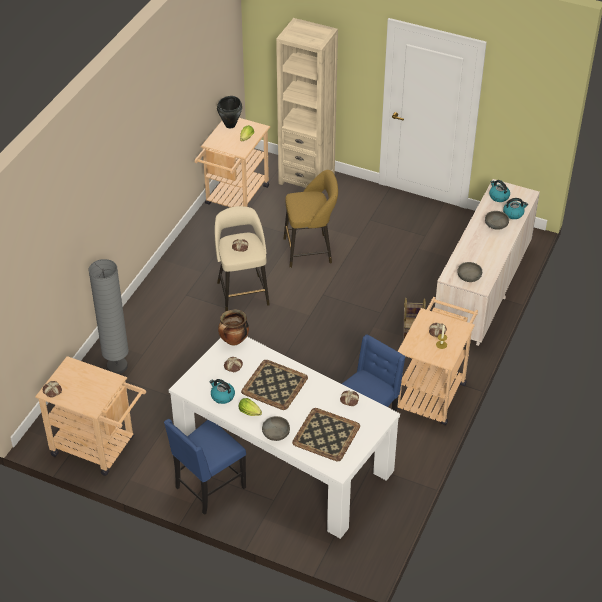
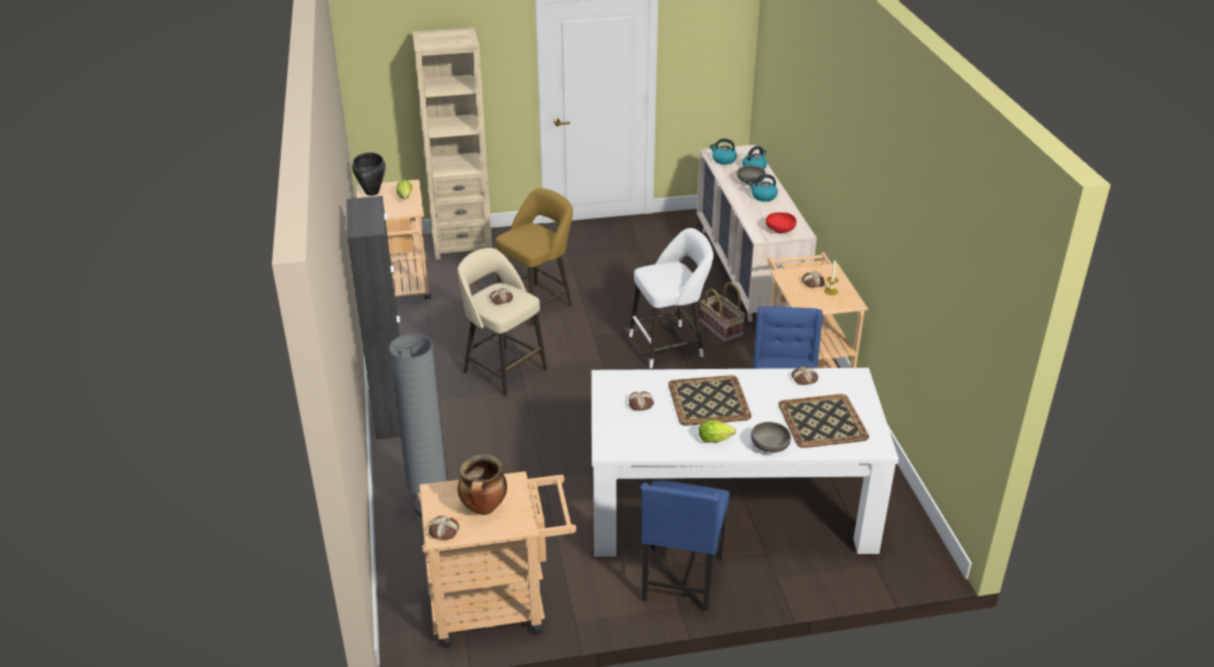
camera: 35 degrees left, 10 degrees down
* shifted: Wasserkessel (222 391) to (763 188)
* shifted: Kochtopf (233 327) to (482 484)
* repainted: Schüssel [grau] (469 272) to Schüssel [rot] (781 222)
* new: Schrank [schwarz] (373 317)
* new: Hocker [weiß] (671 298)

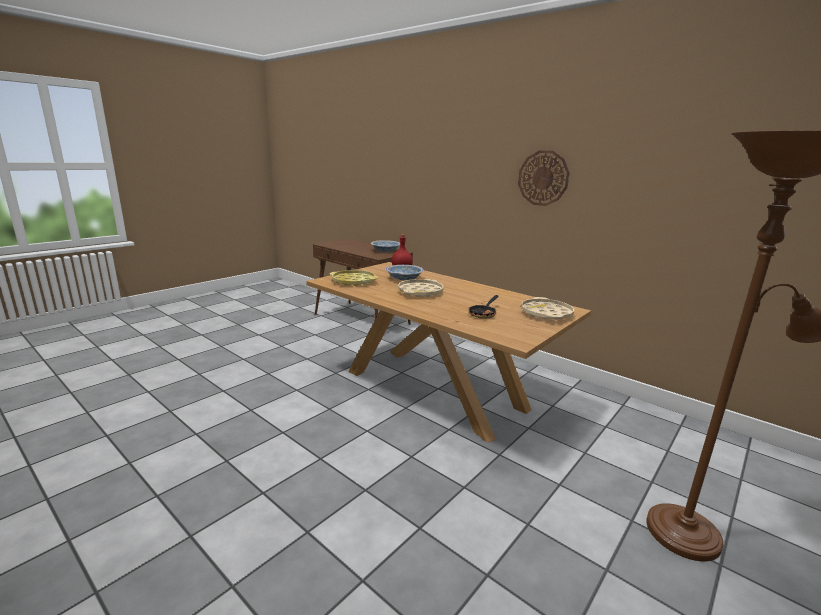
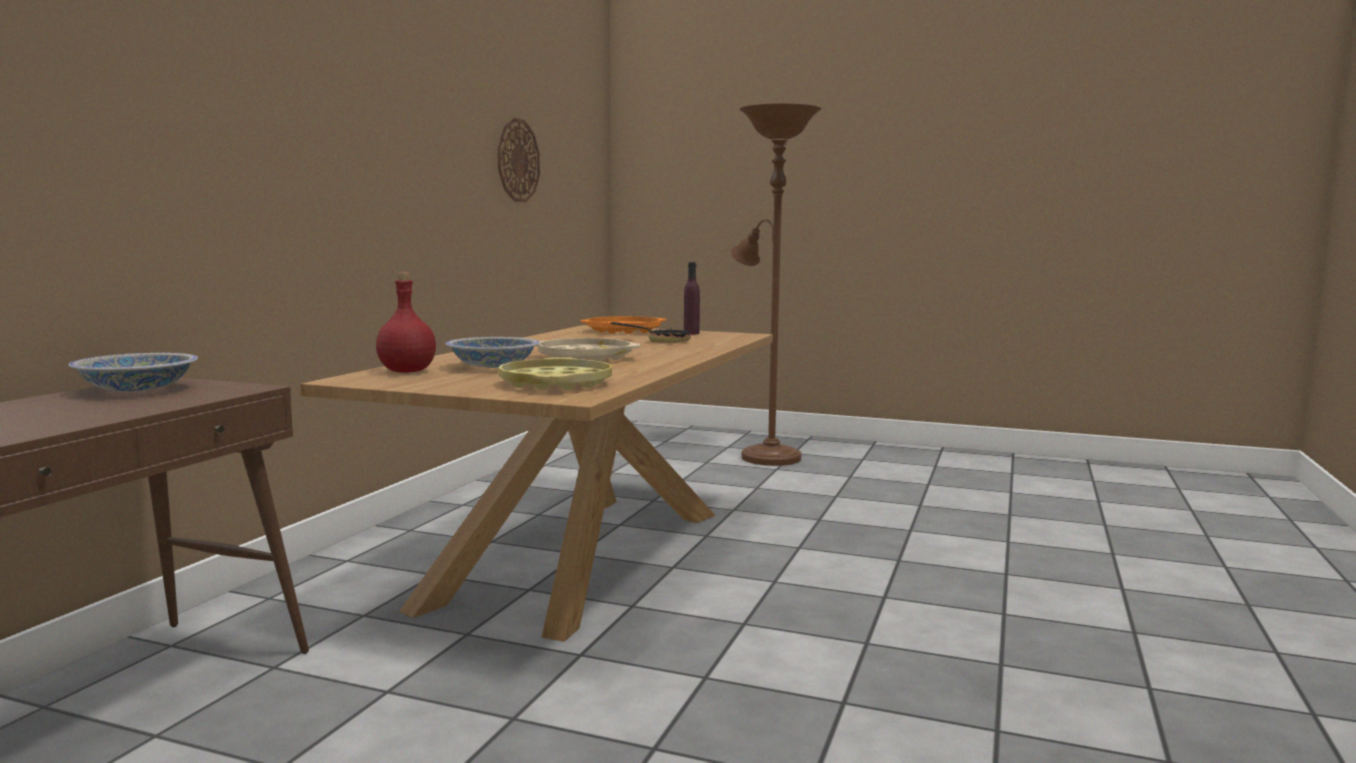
camera: 110 degrees left, 10 degrees down
* shifted: Wanduhr (544 178) to (519 160)
* repainted: Tablett [beige] (547 308) to Tablett [orange] (623 325)
* new: Flasche [lila] (692 298)

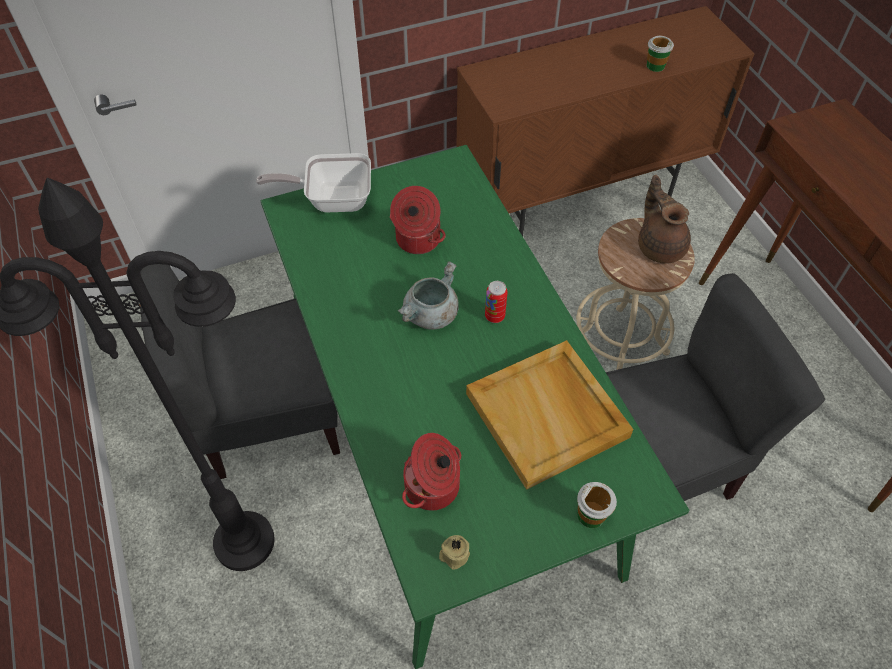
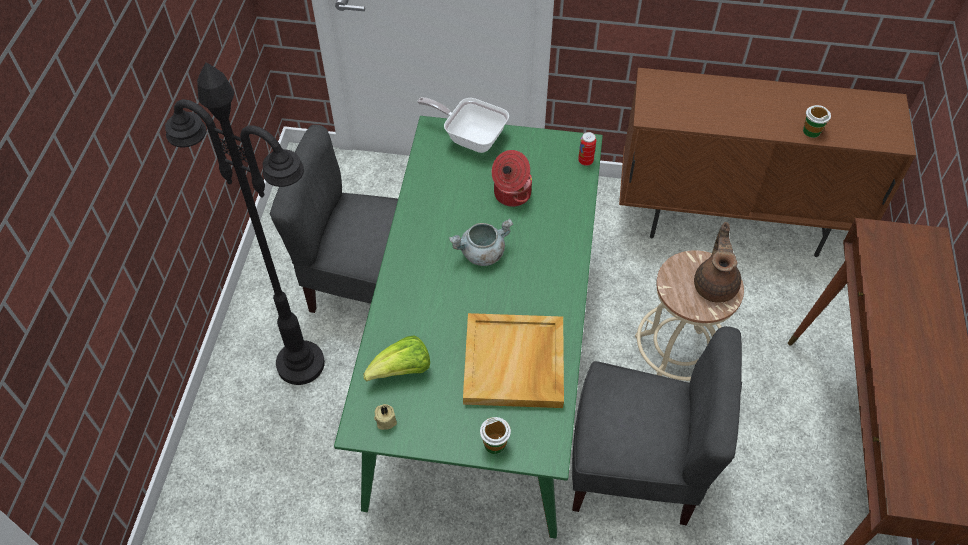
camera: 30 degrees right, 0 degrees up
* swapped: Kochtopf (431 472) to Salatkopf (396 358)
* shifted: Dose (496 302) to (587 149)

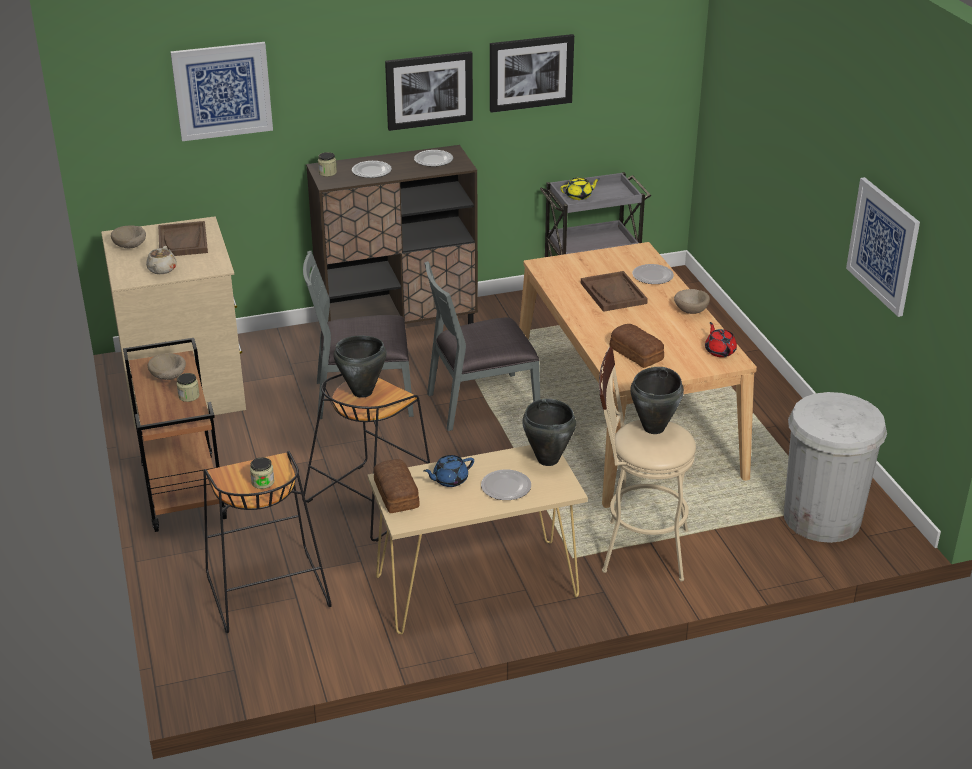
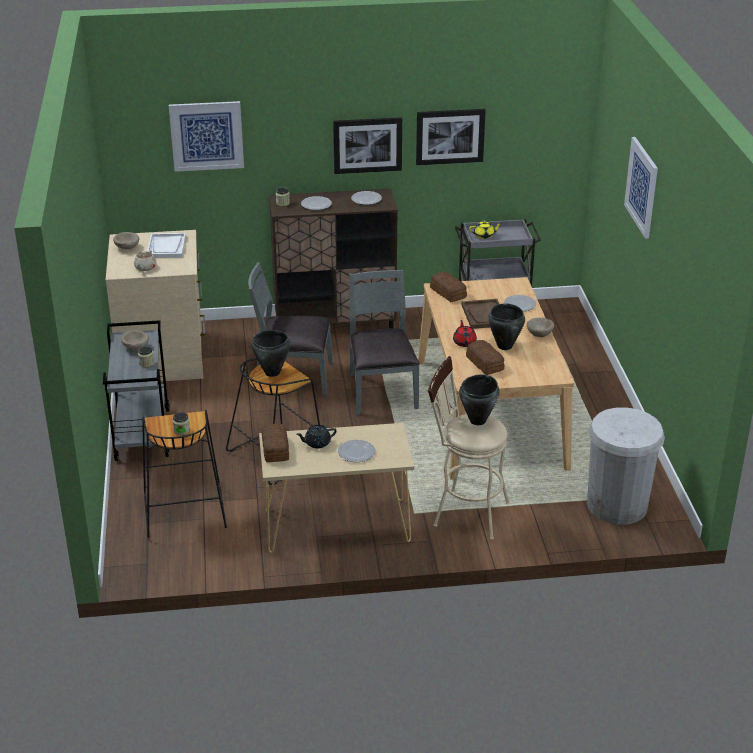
camera: 10 degrees right, 0 degrees up
* repainted: Rollwagen [braun] (175 435) to Rollwagen [grau] (136 390)
* repainted: Tablett [braun] (183 238) to Tablett [weiß] (166 245)
* repainted: Teekanne [blau] (448 471) to Teekanne [schwarz] (316 436)
* rotated: Stuhl [grau] (482 346) = (384 342) 90 degrees clockwise
* shifted: Kochtopf [schwarz] (549 432) to (506 326)
* shifted: Teekanne [rot] (721 339) to (465 333)
* shifted: Bild (883 247) to (641 188)
* new: Brot (448 287)

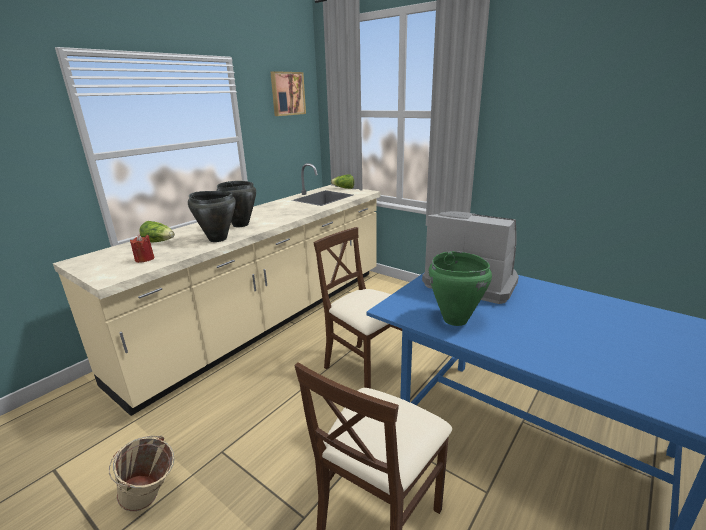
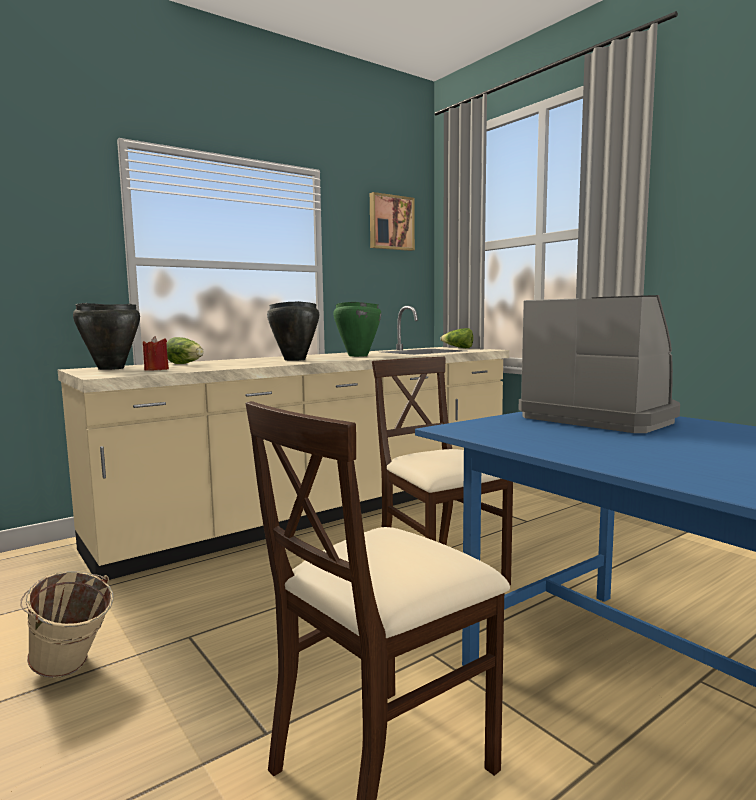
camera: 15 degrees right, 15 degrees down
* shifted: Kochtopf [schwarz] (212 216) to (106 336)
* shifted: Kochtopf [grün] (460 288) to (357 329)

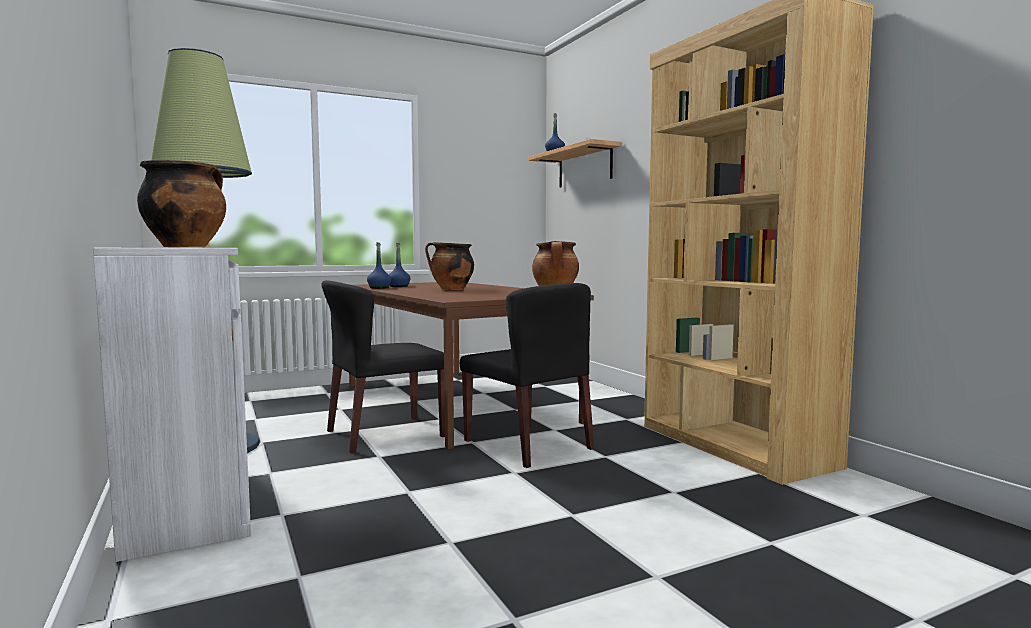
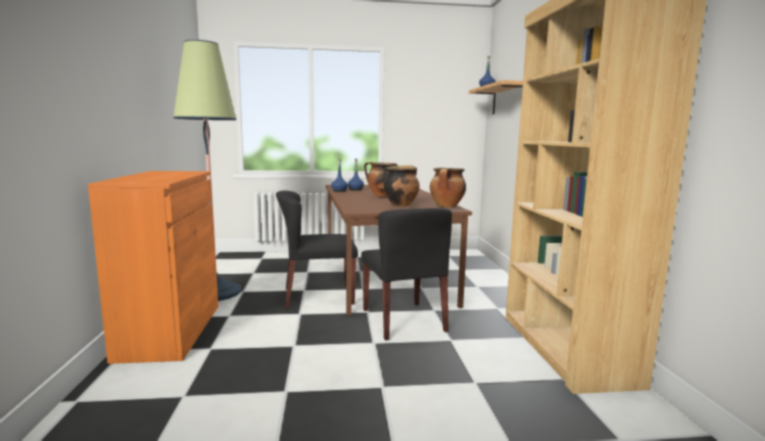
camera: 20 degrees right, 5 degrees up
* repainted: Schrank [weiß] (172 405) to Schrank [orange] (153 267)
* shifted: Kochtopf (181 203) to (401 186)

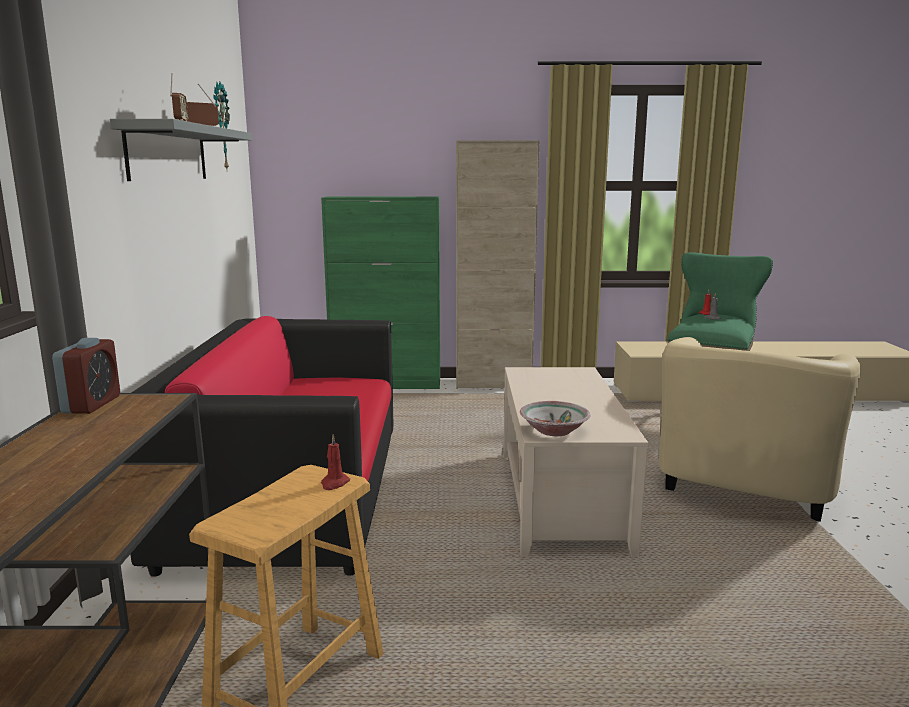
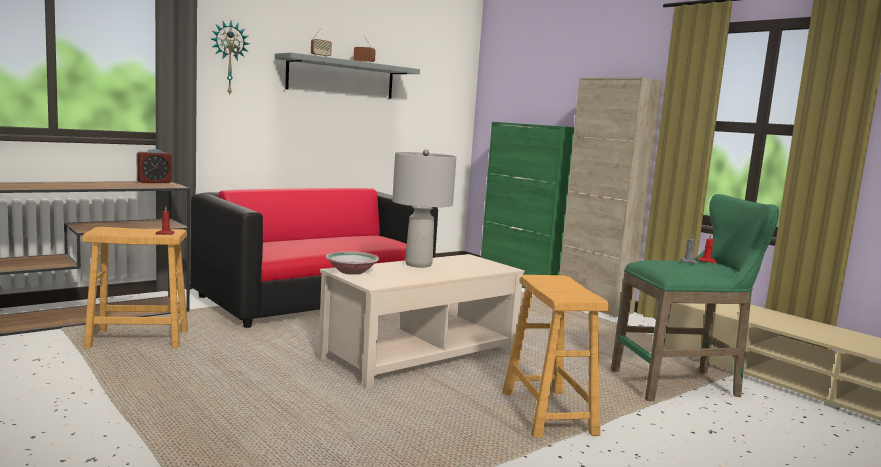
camera: 50 degrees right, 5 degrees down
* shifted: Wanduhr (221 125) to (230 58)
* swapped: Sessel [beige] (760 429) to Hocker [braun] (555 356)
* new: Tischlampe [grau] (424 209)

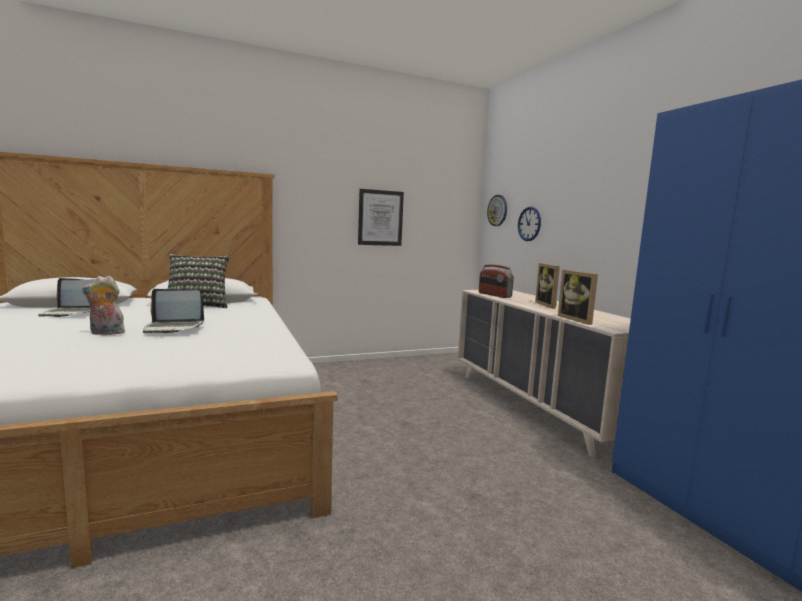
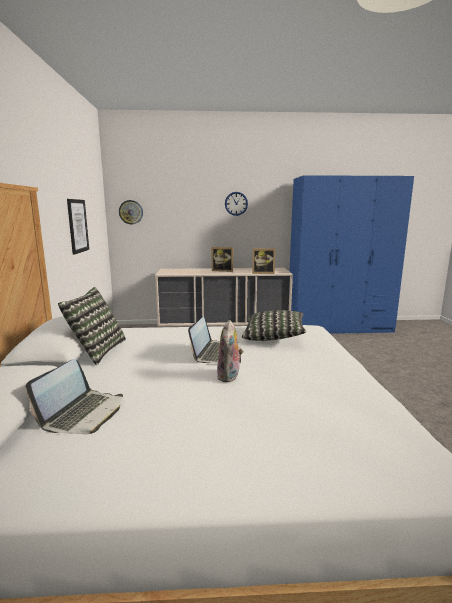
camera: 70 degrees left, 5 degrees up
* gone: Radio (496 281)
* shifted: Wanduhr (529 224) to (236 204)
* new: Kissen (274 325)

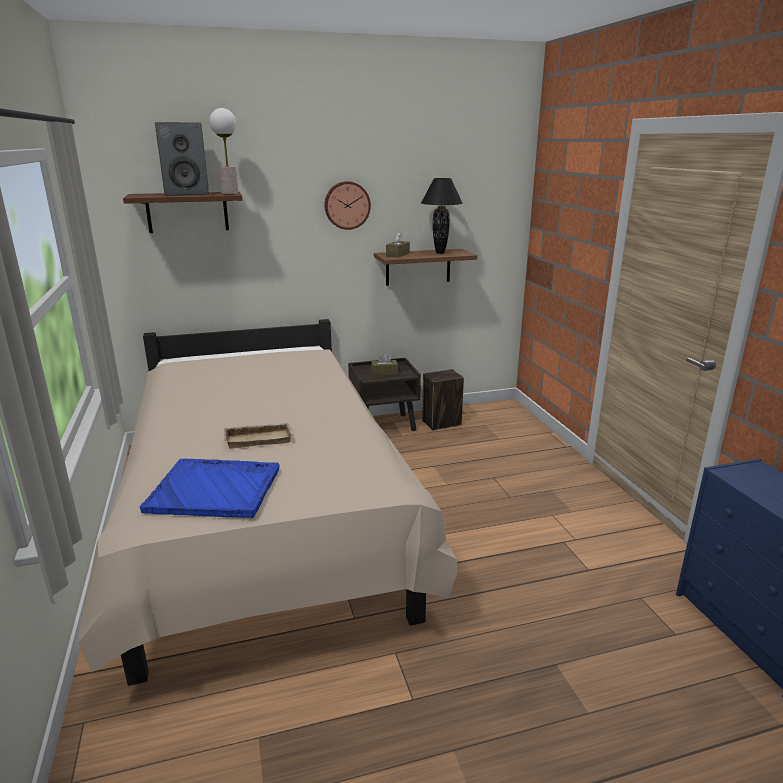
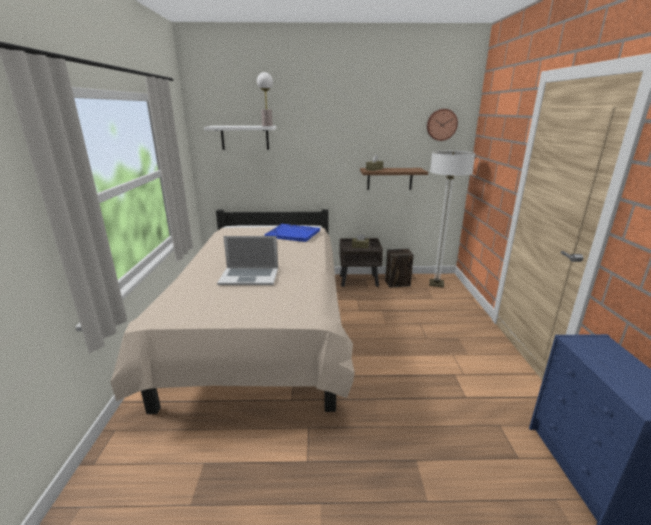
camera: 15 degrees right, 0 degrees up
* repainted: Wandregal [braun] (182 212) to Wandregal [weiß] (240 138)
* shifted: Tablett [blau] (210 488) to (292 233)
* gone: Lautsprecher (182 159)
* swapped: Tablett [beige] (258 436) to Laptop (247 260)
* shifted: Wanduhr (347 205) to (442 125)
* gone: Tischlampe [schwarz] (442 216)
* new: Stehlampe (452 219)

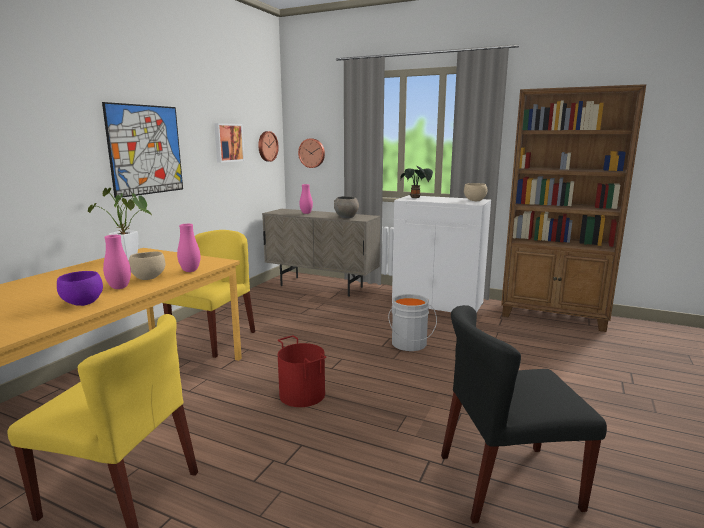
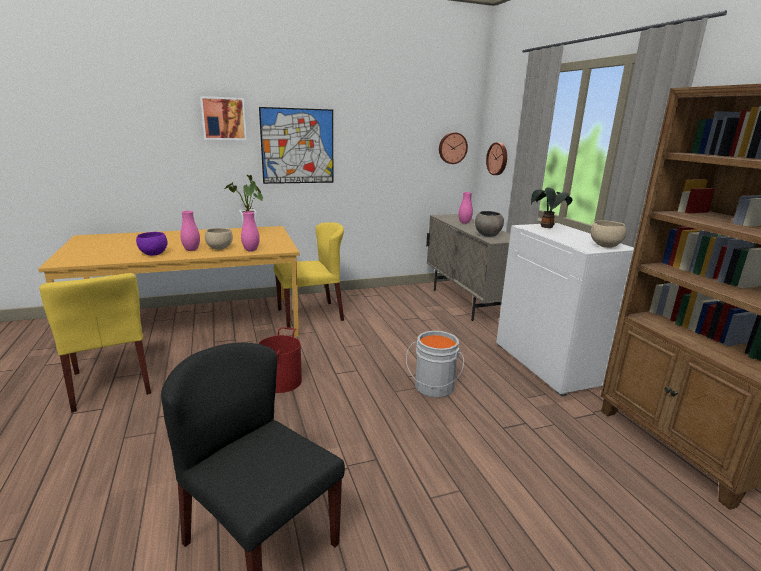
camera: 45 degrees right, 5 degrees up
* shifted: Bild (229 143) to (223 118)

